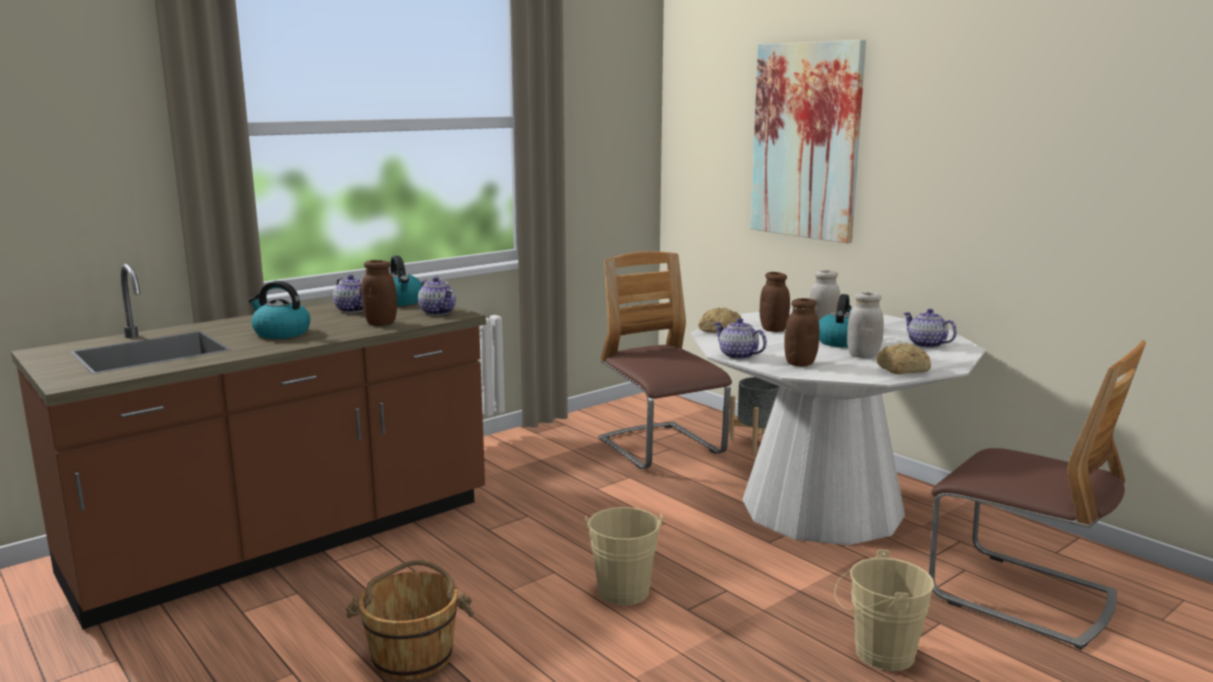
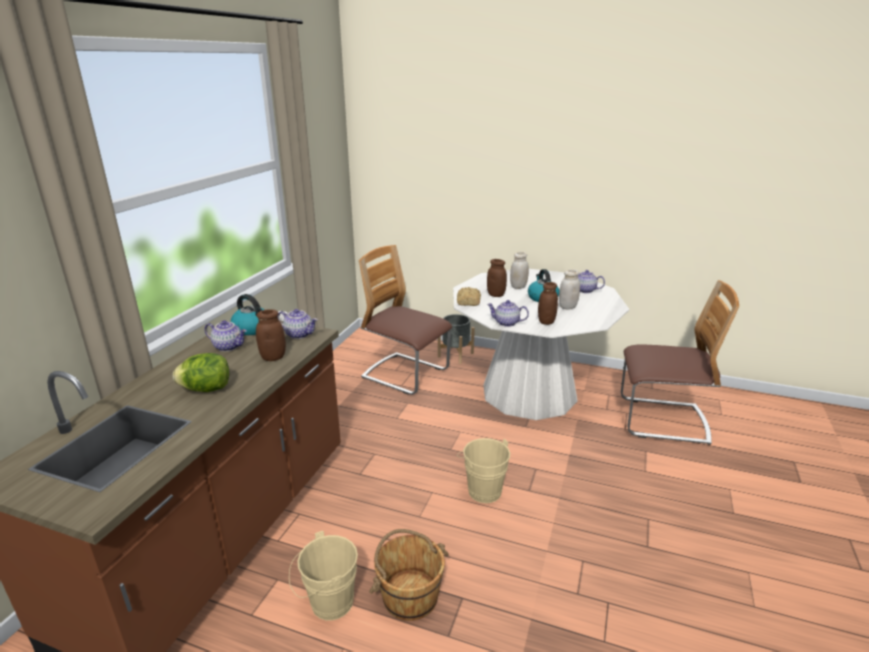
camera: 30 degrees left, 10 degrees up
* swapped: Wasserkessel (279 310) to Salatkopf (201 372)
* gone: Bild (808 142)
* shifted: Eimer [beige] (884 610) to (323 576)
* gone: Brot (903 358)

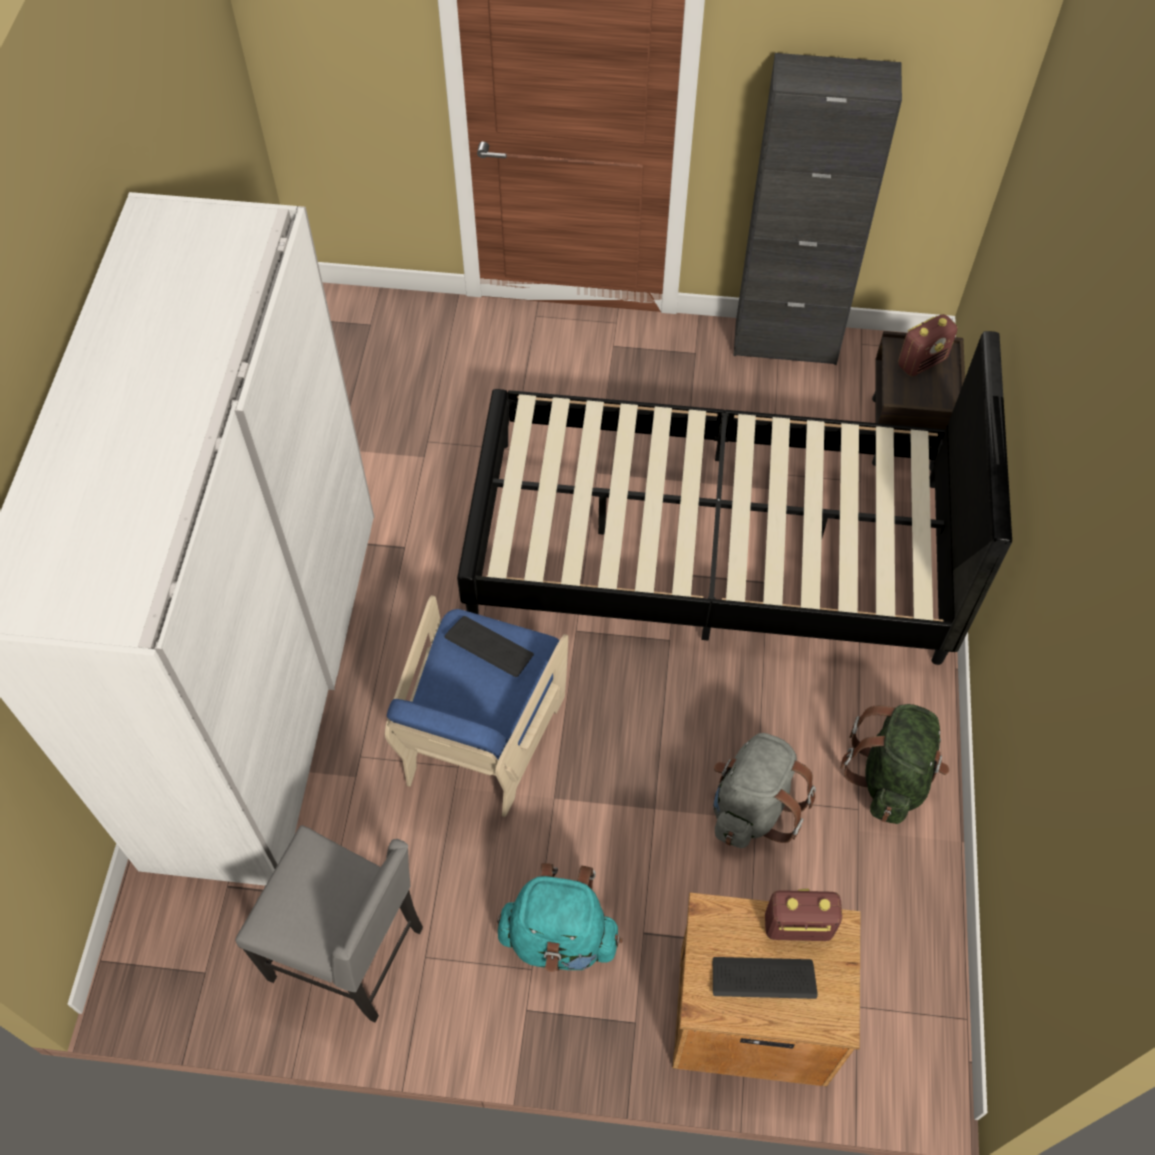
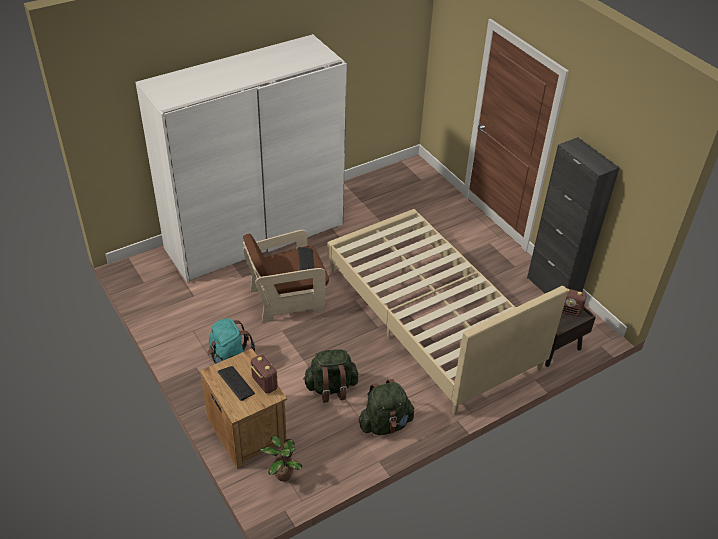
camera: 50 degrees right, 15 degrees down
* gone: Stuhl [grau] (329 924)
* repainted: Sessel [blau] (476 706) to Sessel [braun] (286 276)
* repainted: Bett [schwarz] (734 498) to Bett [beige] (447 312)
* repainted: Rucksack [grau] (764 790) to Rucksack [grün] (331 376)
* new: Topfpflanze (281 458)

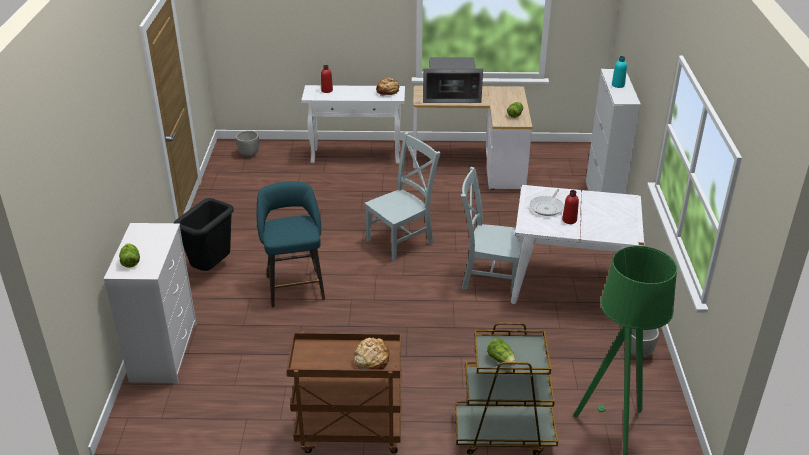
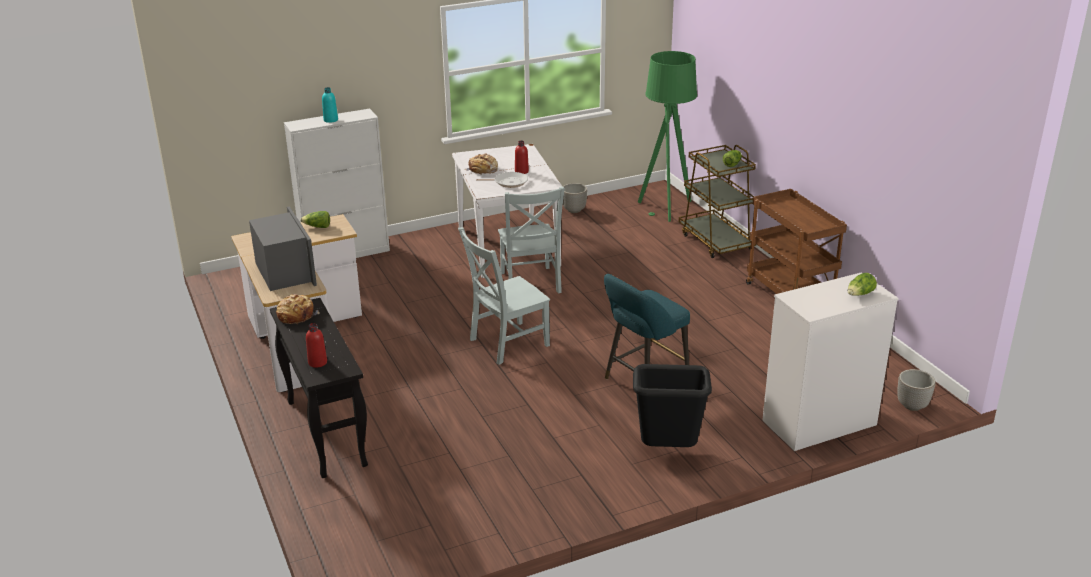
camera: 115 degrees left, 5 degrees down
* shifted: Pflanzkübel (247 143) to (916 390)
* repainted: Konsolentisch [weiß] (353 124) to Konsolentisch [schwarz] (319 388)
* shifted: Brot (371 354) to (481 163)
* rotated: Stuhl [grau] (402 196) = (504 296) 60 degrees counterclockwise

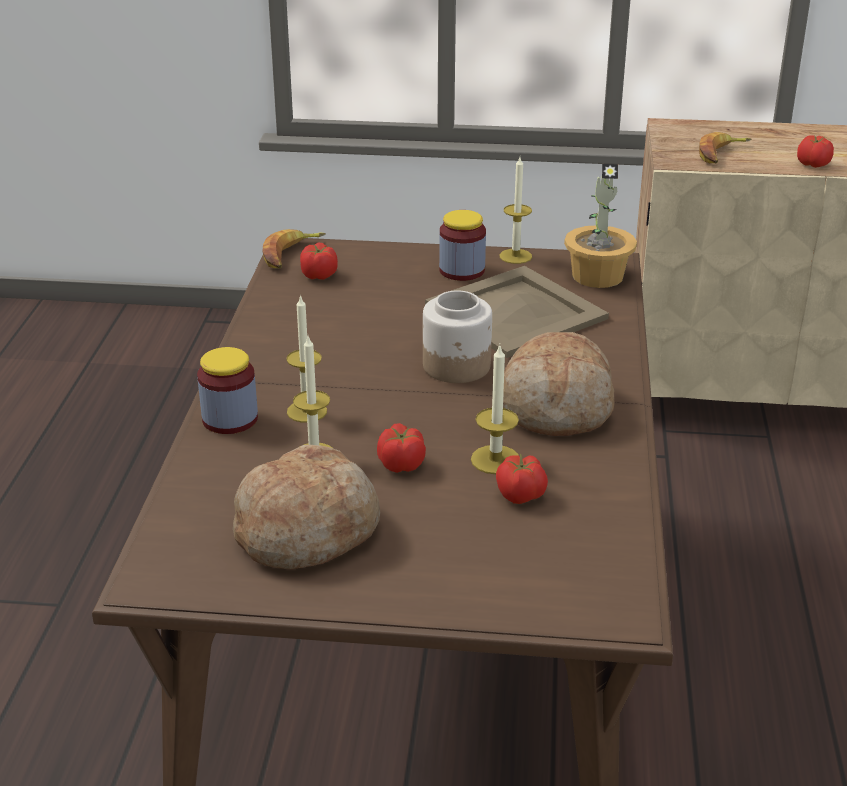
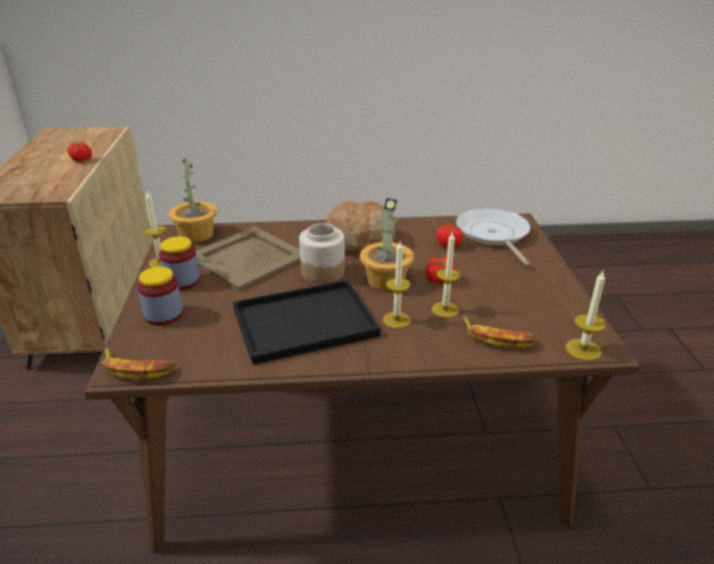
camera: 100 degrees left, 0 degrees up
* shifted: Vorratsglas (227 390) to (160 296)
* gone: Brot (306 507)
* gone: Tomate (319 261)
* shifted: Kerze (495 409) to (586 316)
* shifted: Banane (725 147) to (500 332)
* new: Tablett [schwarz] (306 322)
* new: Topfpflanze (387 244)
* new: Pfanne (493 237)

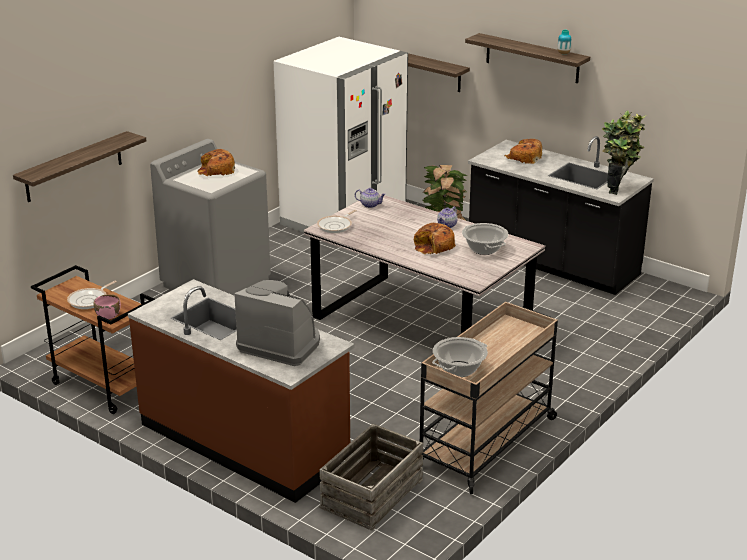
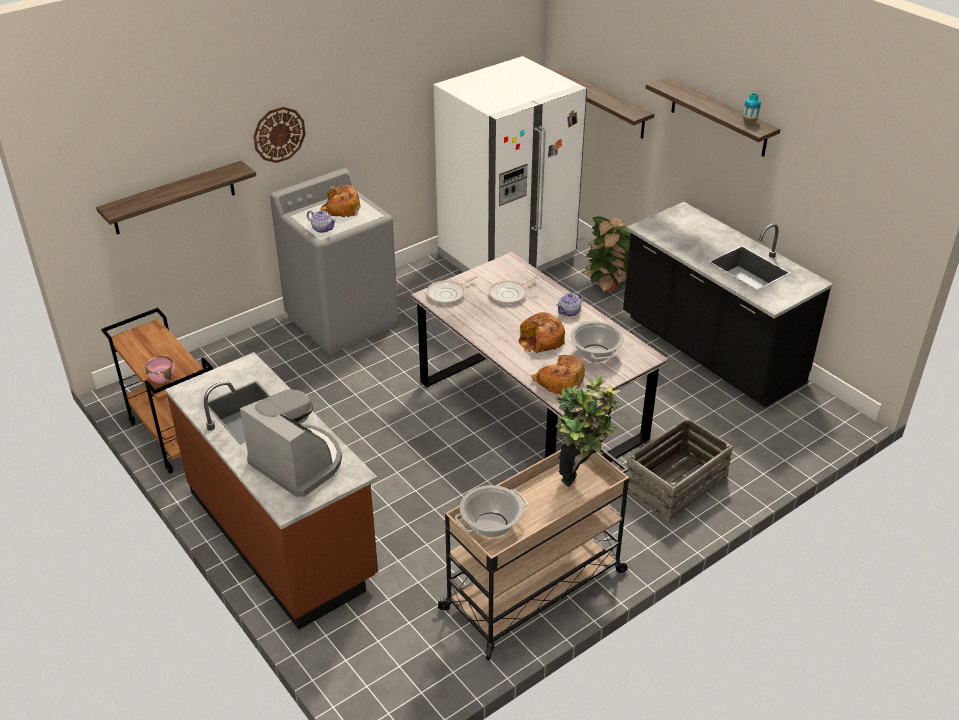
camera: 15 degrees right, 10 degrees up
* shifted: Pfanne (92 295) to (513 290)
* shifted: Kiste (371 477) to (679 469)
* shifted: Teekanne (370 198) to (321 221)
* shifted: Brot (523 151) to (558 375)
* shifted: Topfpflanze (624 152) to (588 430)
* new: Wanduhr (279 135)

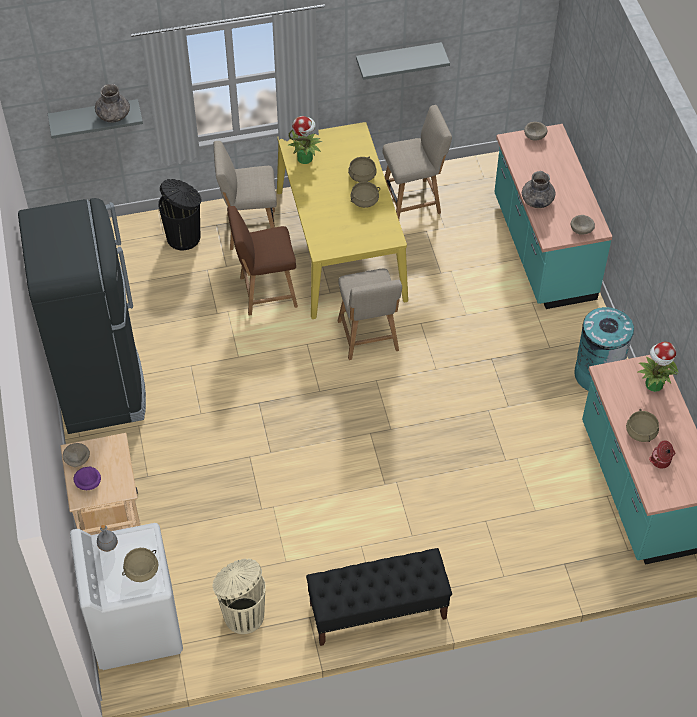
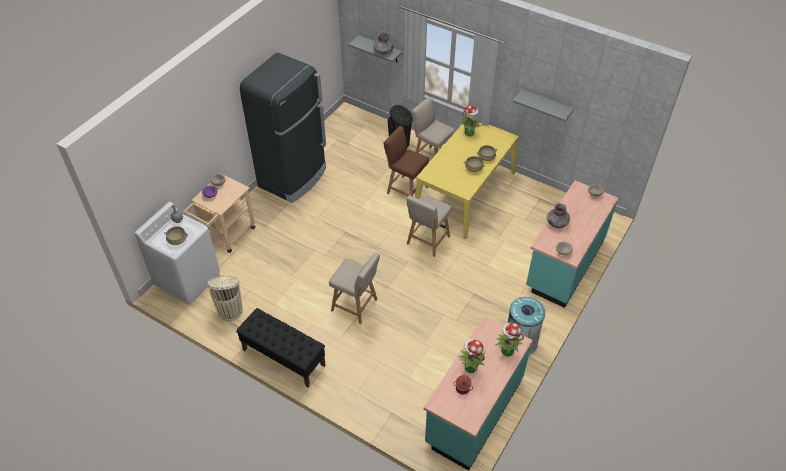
camera: 45 degrees right, 5 degrees down
* shifted: Stuhl [beige] (417 162) to (354 288)
* swapped: Kochtopf [beige] (642 425) to Topfpflanze (472 356)

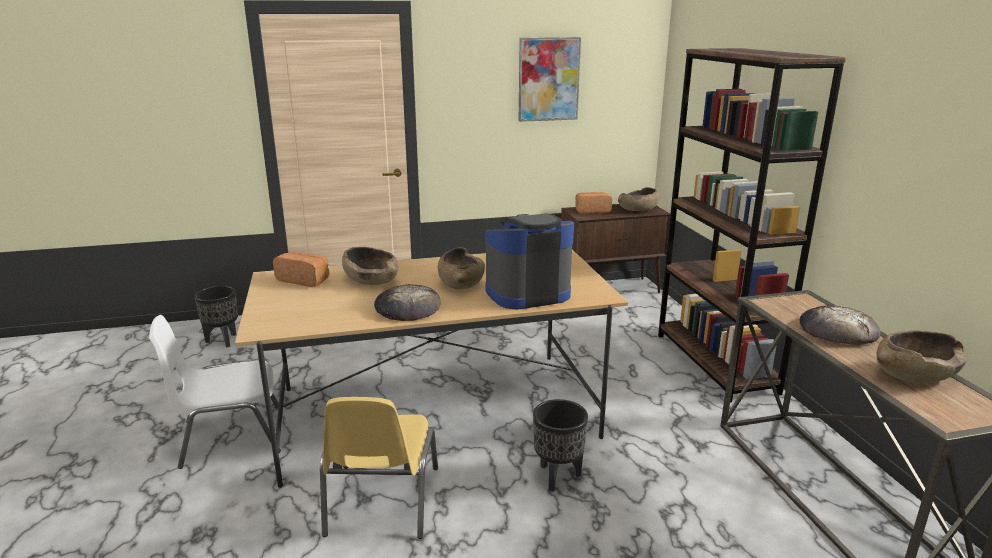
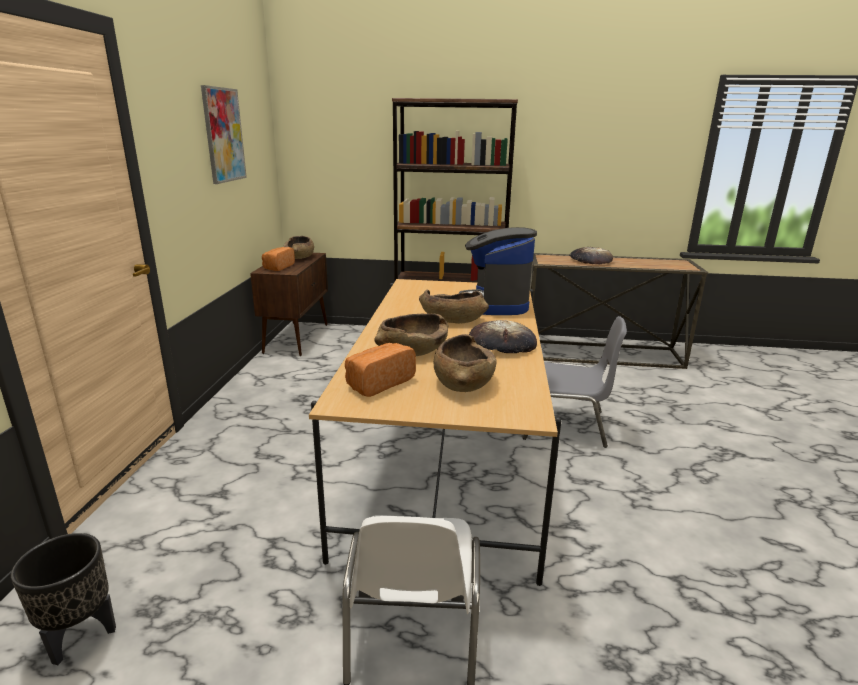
camera: 70 degrees left, 0 degrees up
* gone: Stuhl [gelb] (379 468)
* swapped: Pflanzkübel [schwarz] (560 445) to Stuhl [grau] (574 382)
* shifted: Schüssel [braun] (921 356) to (465 363)

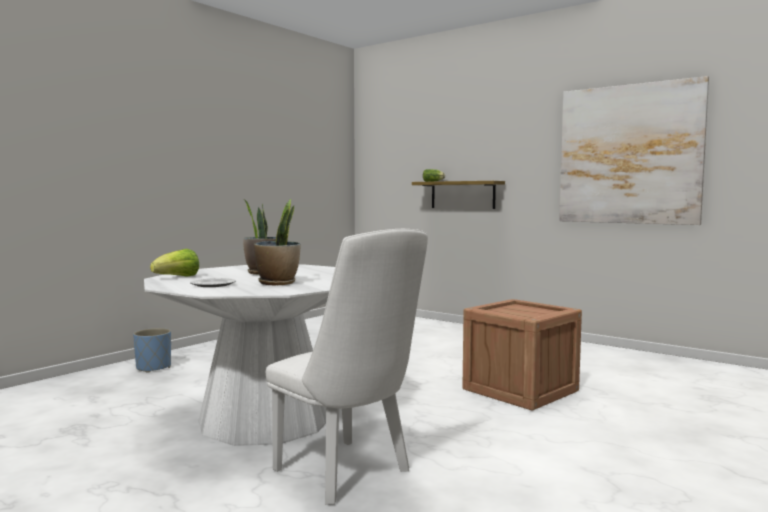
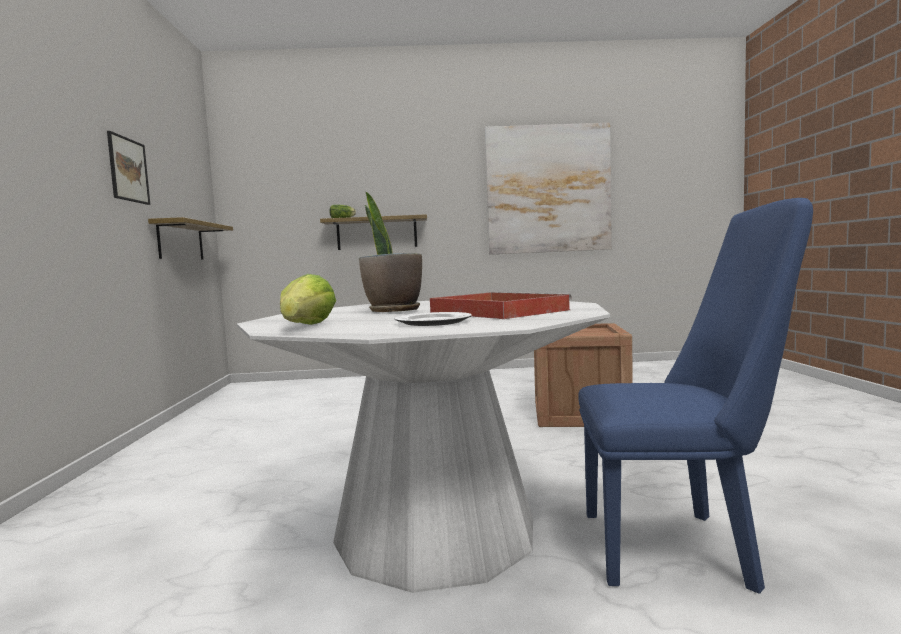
camera: 40 degrees left, 0 degrees up
* gone: Pflanzkübel [blau] (152 350)
* swapped: Topfpflanze (277 242) to Tablett [rot] (501 305)
* repainted: Stuhl [weiß] (347 367) to Stuhl [blau] (695 396)
* new: Bild (128 168)
* new: Wandregal (190 238)

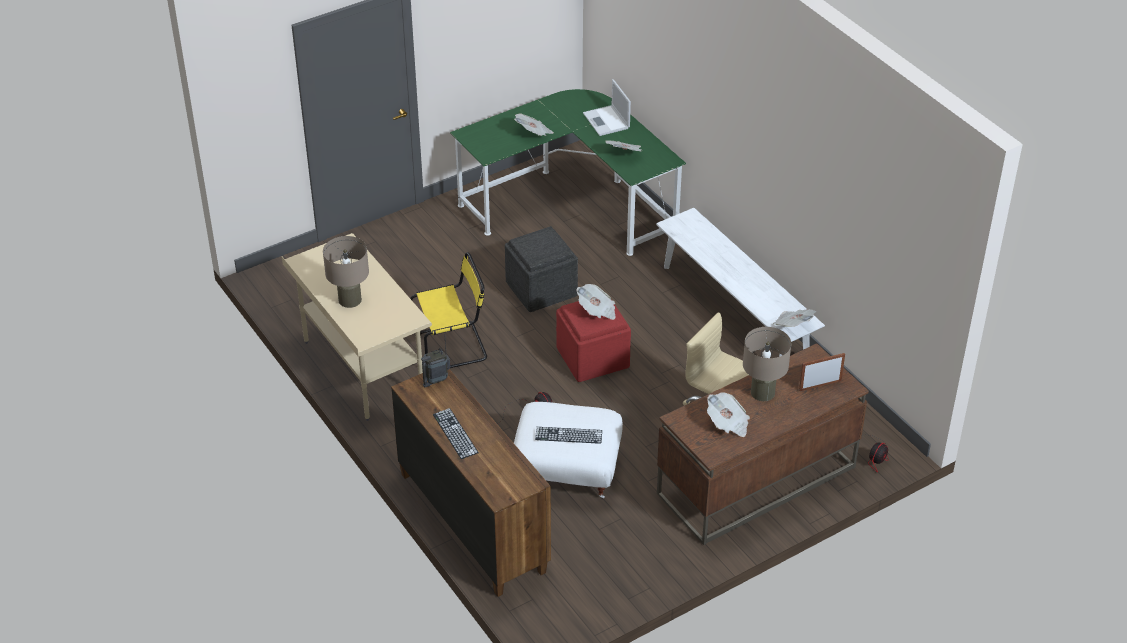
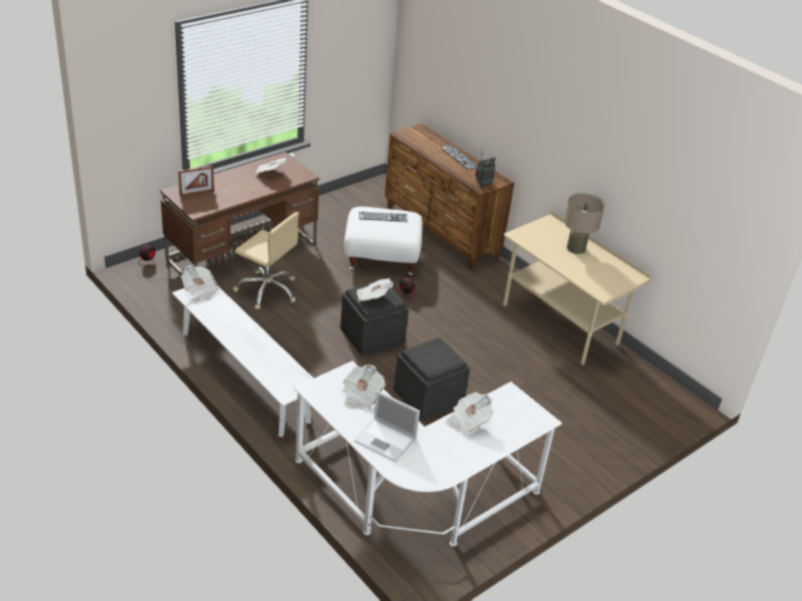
camera: 170 degrees right, 5 degrees down
* gone: Stuhl [gelb] (448 310)
* repainted: Schreibtisch [grün] (568 172) to Schreibtisch [weiß] (428 453)
* repainted: Polsterhocker [rot] (593 339) to Polsterhocker [grau] (374 320)
* rotated: Laptop (607 107) = (387 426) 150 degrees clockwise
* gone: Tischlampe [beige] (767 364)

